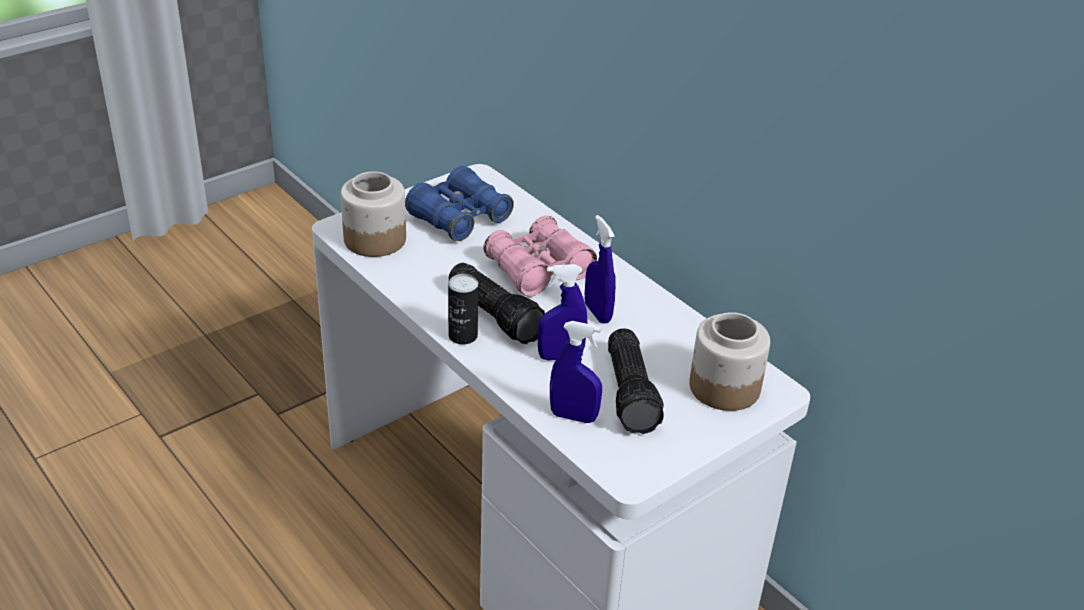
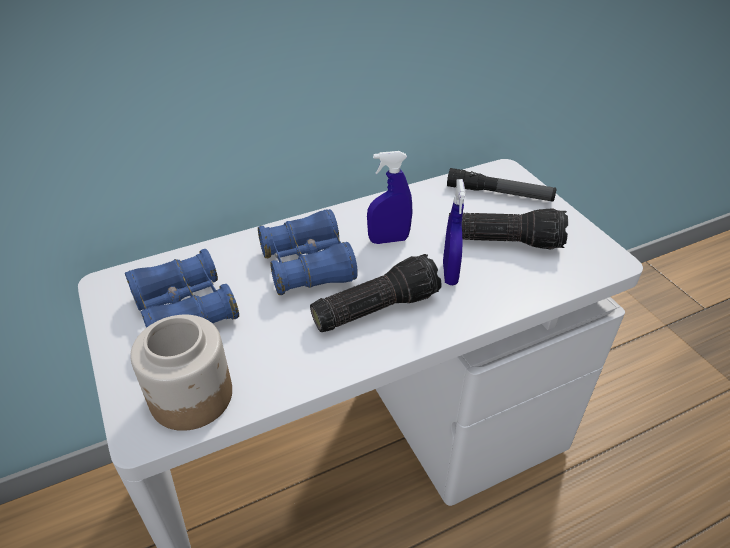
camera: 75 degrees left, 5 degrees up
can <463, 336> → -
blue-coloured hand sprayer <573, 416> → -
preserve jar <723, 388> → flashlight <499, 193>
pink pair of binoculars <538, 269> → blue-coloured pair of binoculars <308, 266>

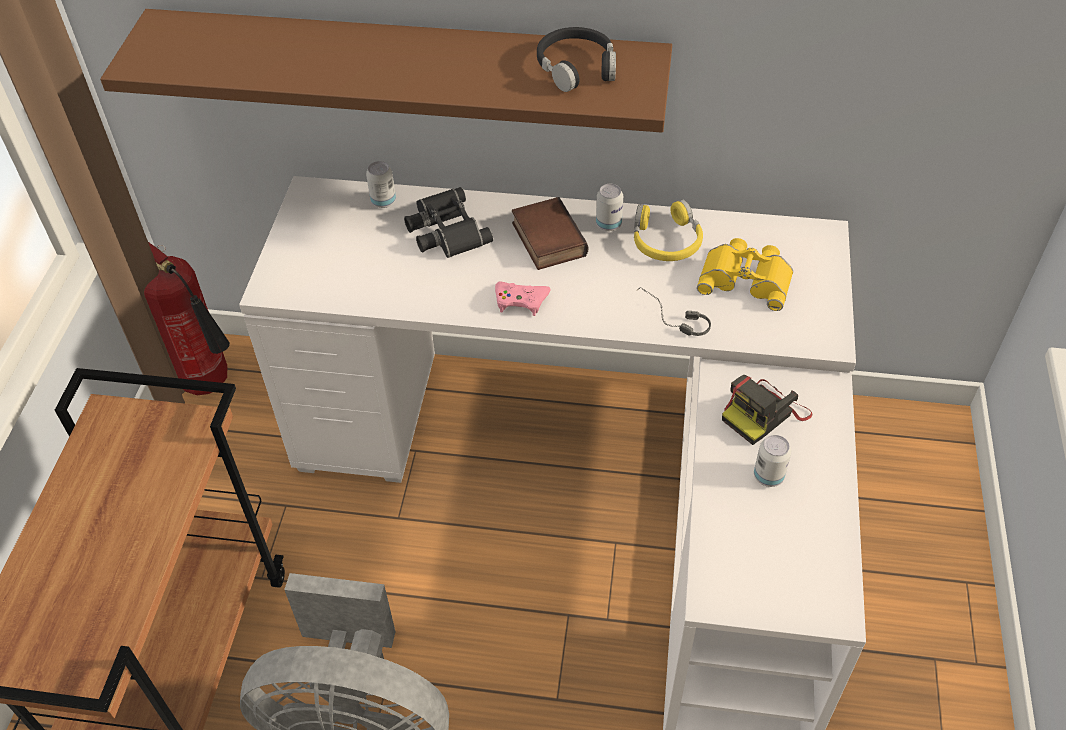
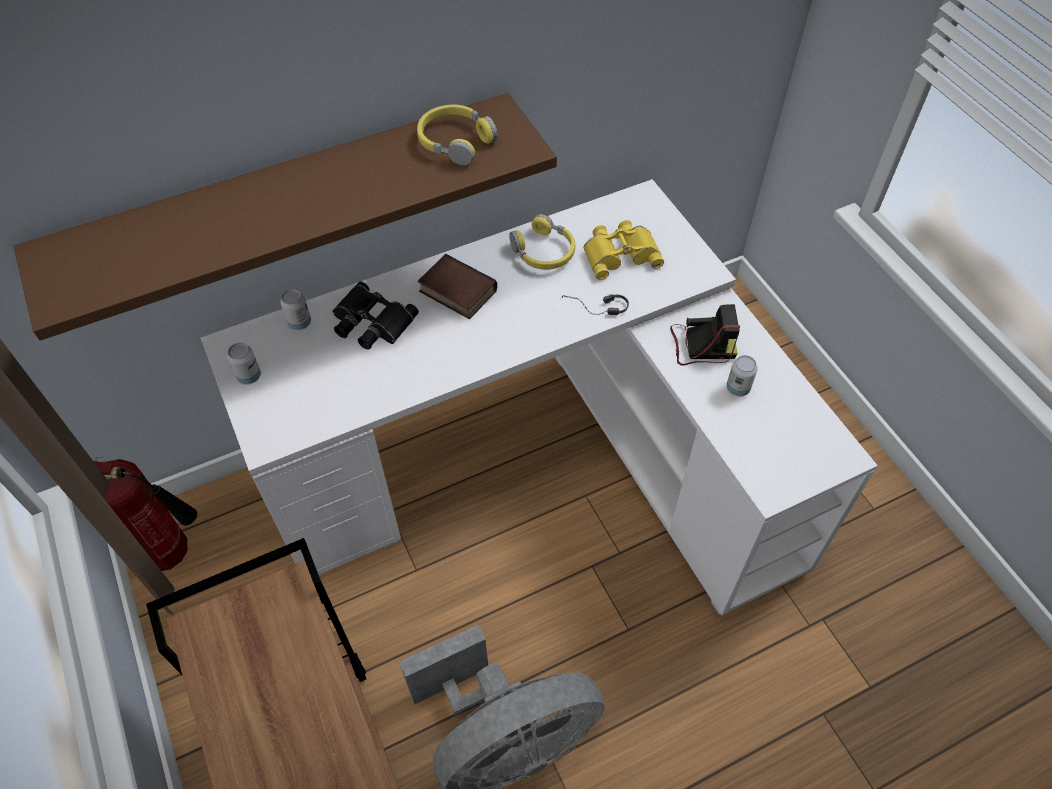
camera: 35 degrees left, 5 degrees up
pink gamepad <520, 301> → -
can <608, 225> → can <249, 376>, relocated
black headset <576, 67> → yellowish headset <455, 141>
still camera <764, 413> → still camera <701, 345>, 105 degrees counterclockwise

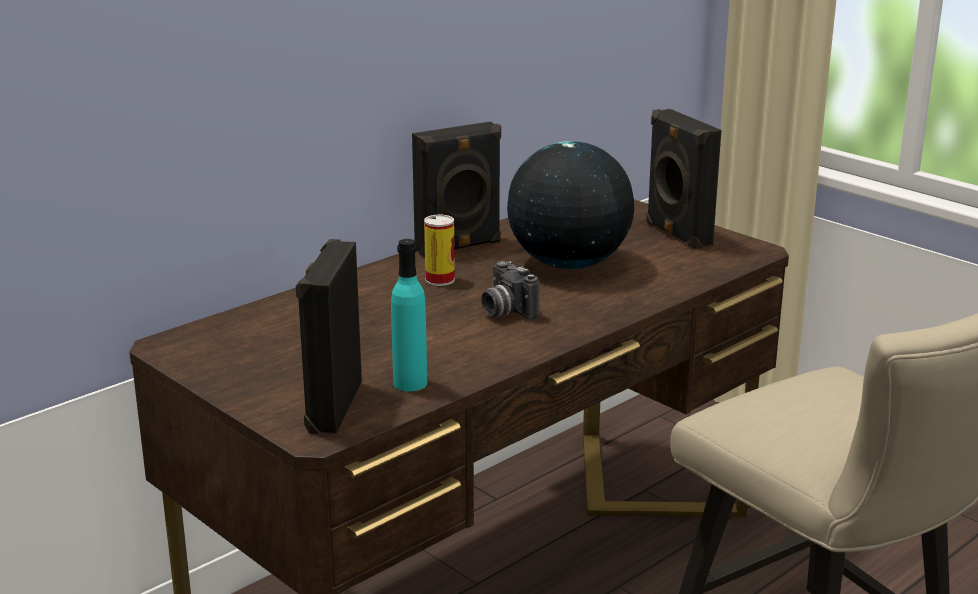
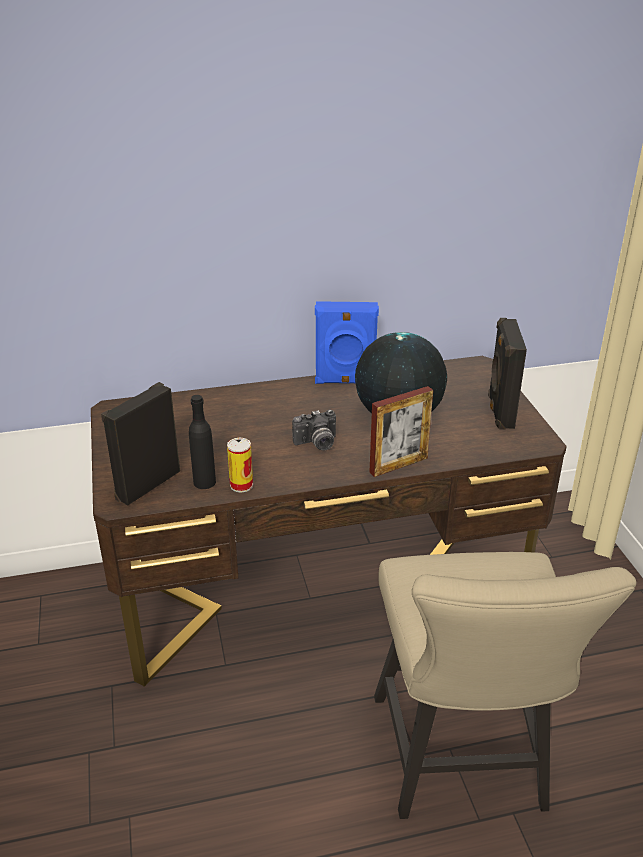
camera: 30 degrees right, 10 degrees up
- → picture frame <398, 465>
can <440, 280> → can <241, 485>, relocated
turquoise beverage bottle <410, 383> → black beverage bottle <204, 482>
black speaker <459, 247> → blue-coloured speaker <345, 381>
still camera <505, 311> → still camera <317, 444>, 105 degrees counterclockwise

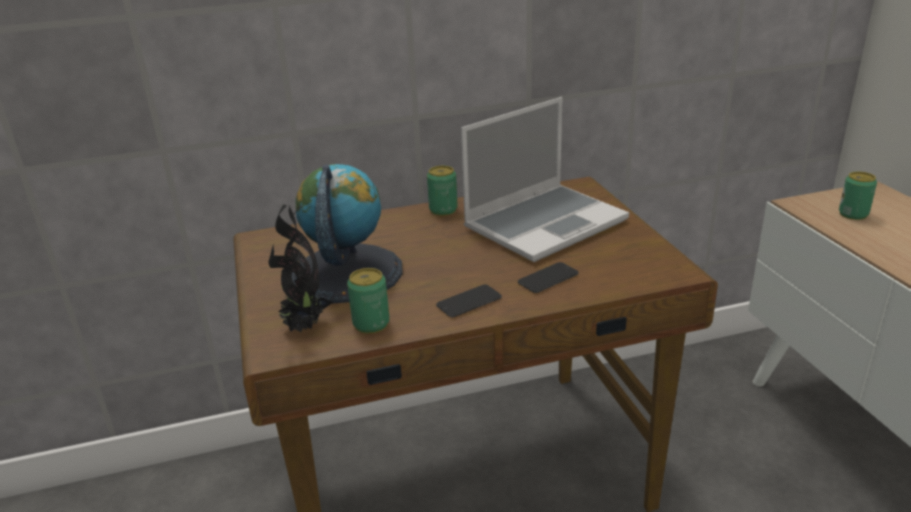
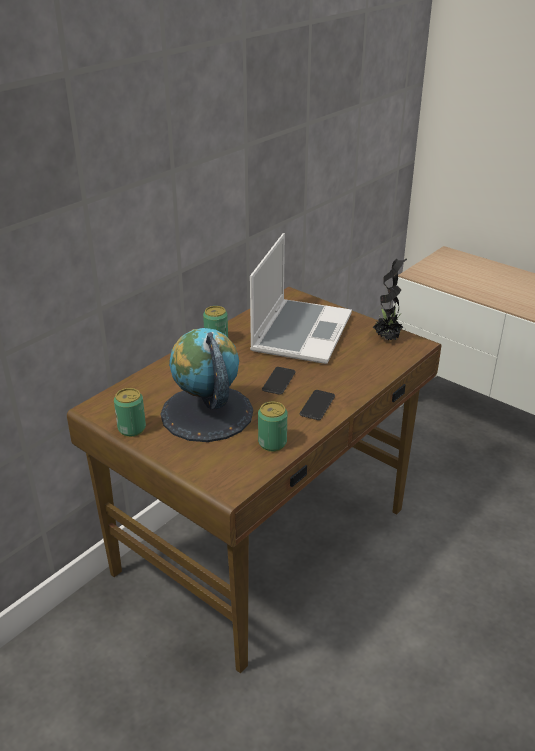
camera: 35 degrees left, 5 degrees up
plant in a pot <304, 327> → plant in a pot <388, 338>, relocated
phone <548, 278> → phone <279, 381>, relocated
can <853, 214> → can <132, 429>, relocated

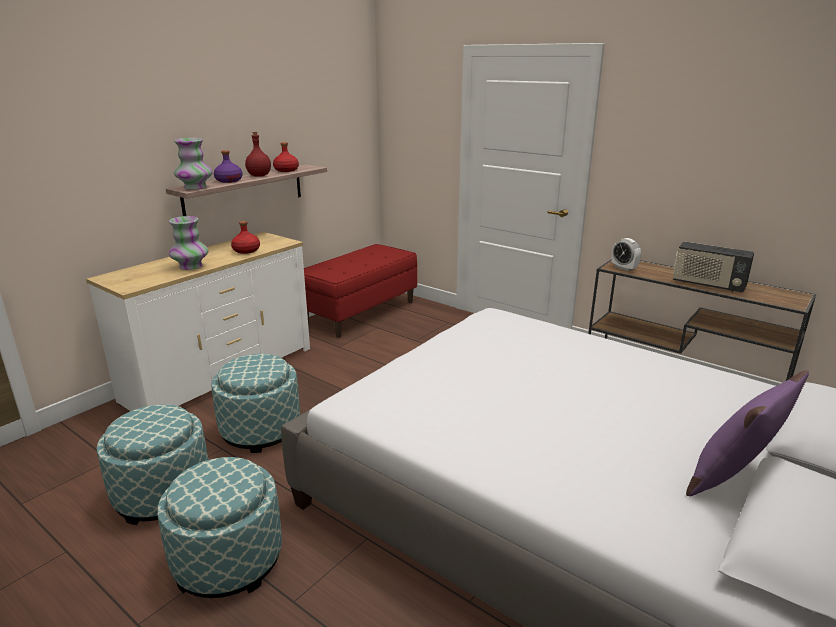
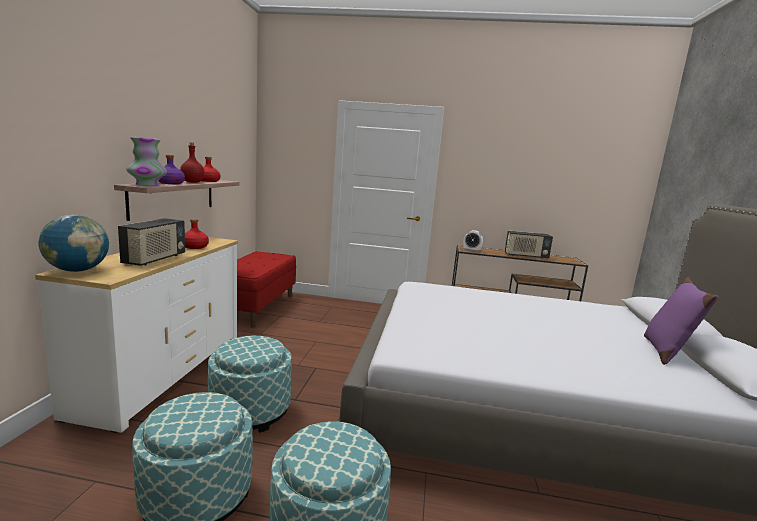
camera: 30 degrees left, 10 degrees down
- → world globe <77, 270>
vase <191, 266> → radio receiver <155, 259>

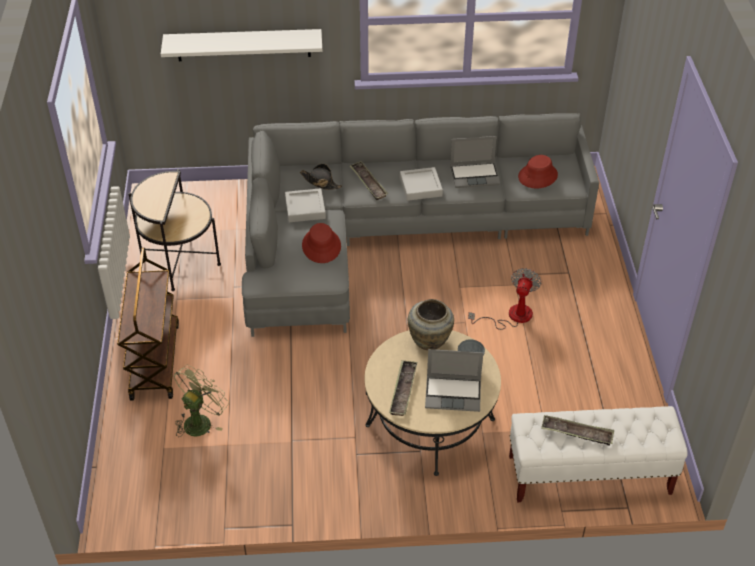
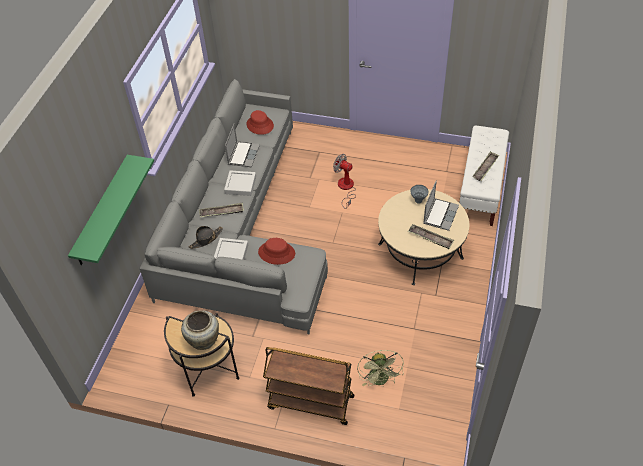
camera: 70 degrees left, 5 degrees up
beige vase <430, 340> → beige vase <204, 340>, relocated
white wall shelf <243, 45> → green-coloured wall shelf <102, 211>
green-coloured cooling fan <200, 421> → green-coloured cooling fan <380, 380>, 150 degrees counterclockwise

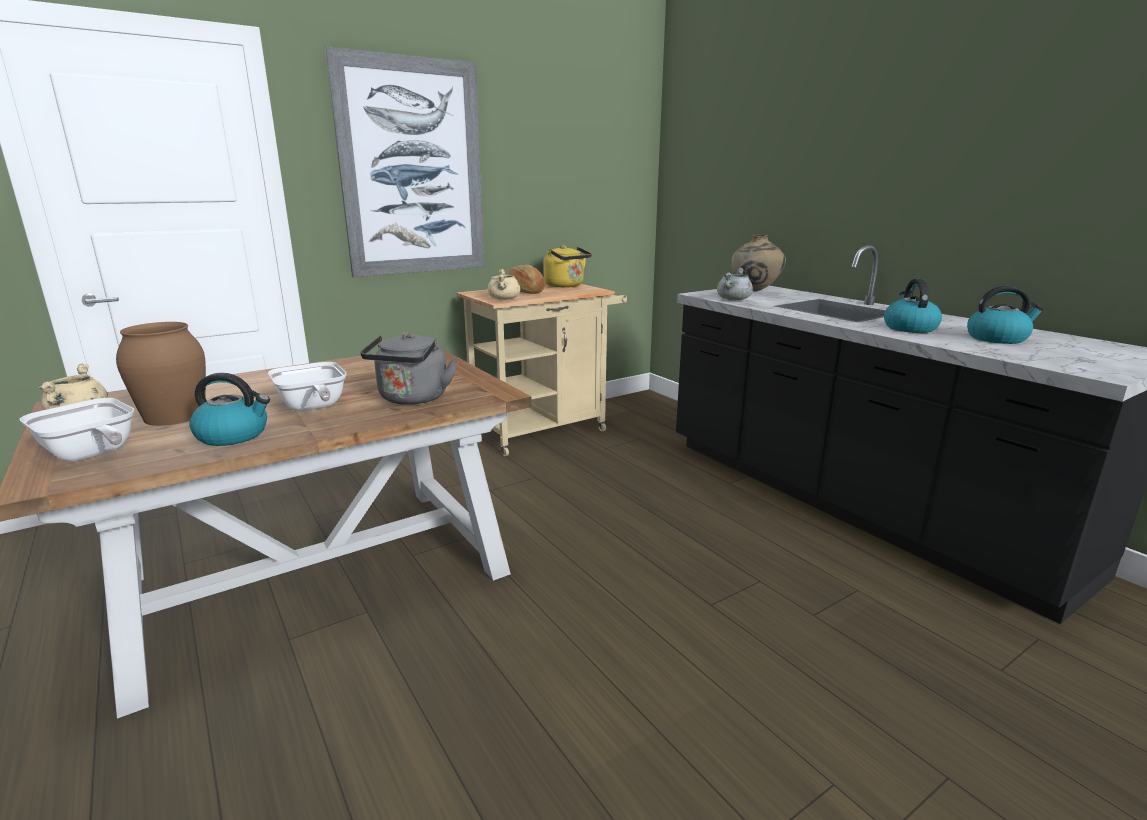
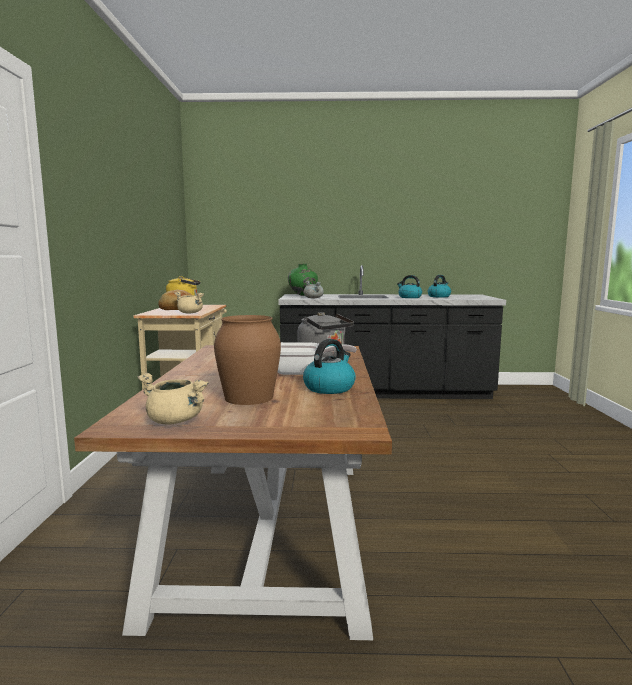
camera: 55 degrees left, 10 degrees down
pan <91, 455> → -
picture <413, 169> → -
beige vase <755, 291> → green-coloured vase <303, 295>

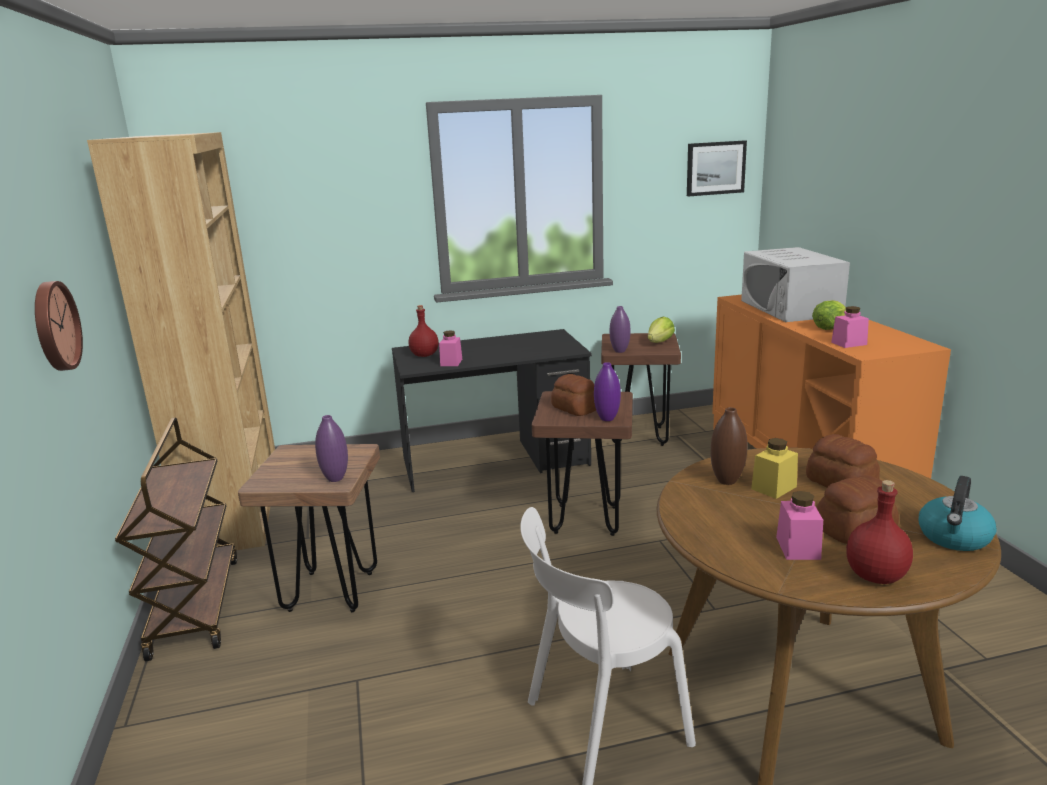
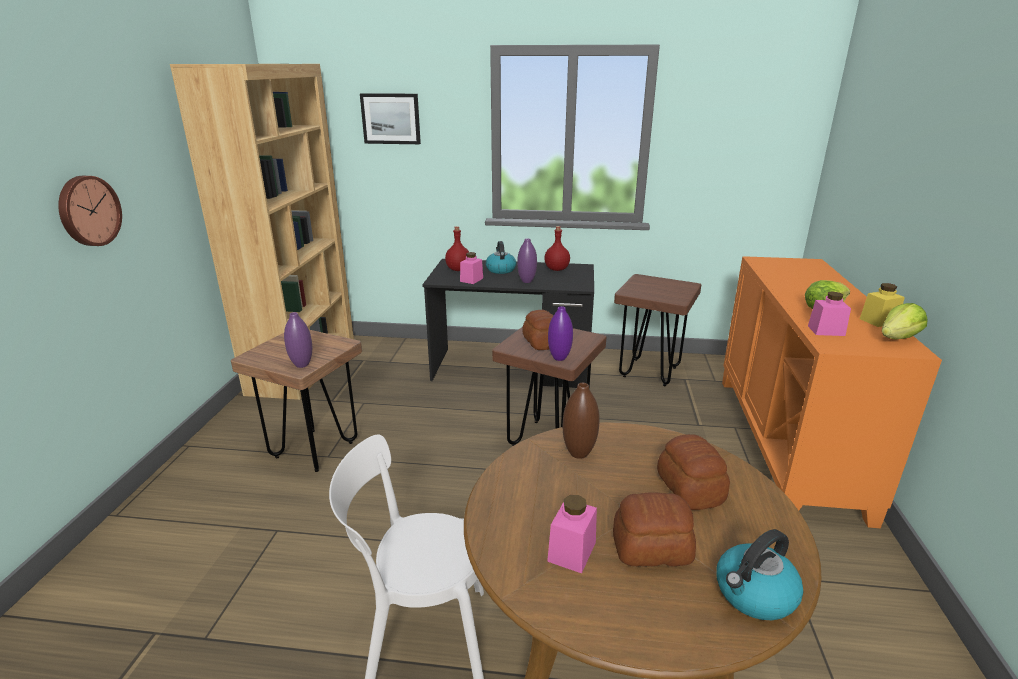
camera: 20 degrees right, 5 degrees up
brown trolley <194, 605> → -
white microwave <790, 308> → -
- → water kettle <500, 269>
purple-coloured vase <620, 351> → purple-coloured vase <526, 281>, relocated
head of lettuce <659, 342> → head of lettuce <897, 338>, relocated
picture <715, 168> → picture <391, 118>, relocated
yellowish preserve jar <773, 488> → yellowish preserve jar <878, 321>, relocated
red beverage bottle <875, 576> → red beverage bottle <556, 269>, relocated

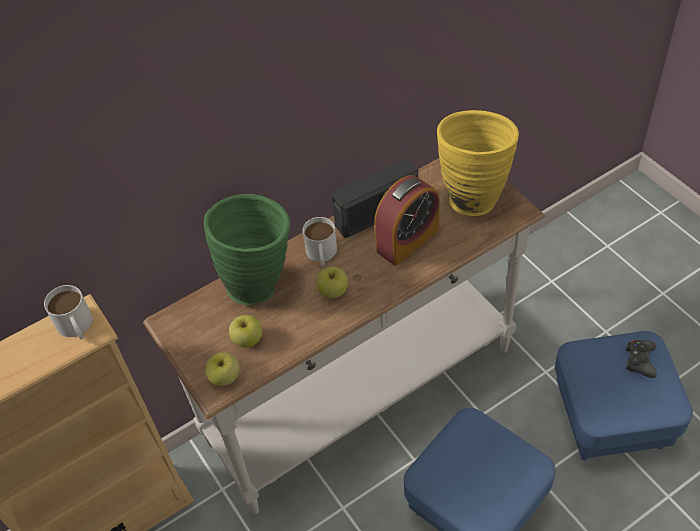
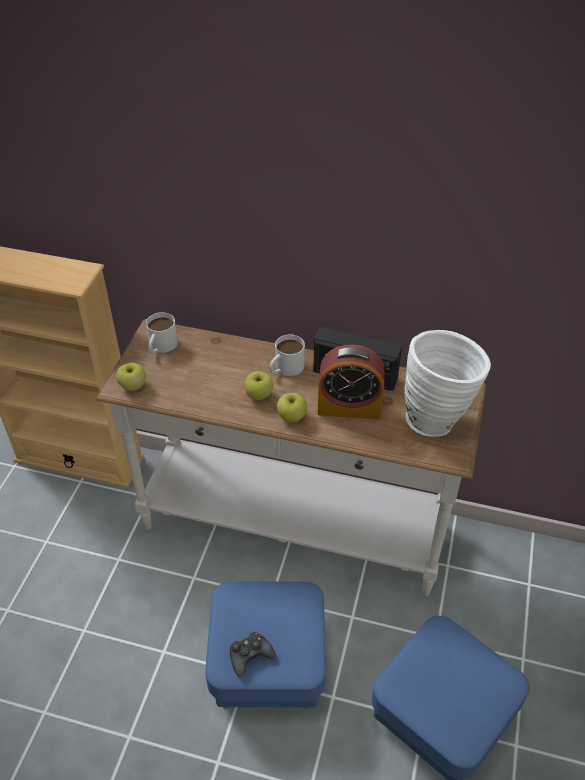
camera: 45 degrees right, 5 degrees down
green-coloured vase <260, 282> → -
white tea mug <76, 327> → white tea mug <160, 347>, relocated
apple <247, 339> → apple <292, 416>, relocated
black gamepad <640, 361> → black gamepad <250, 656>, relocated
yellowish vase <472, 195> → white vase <437, 418>

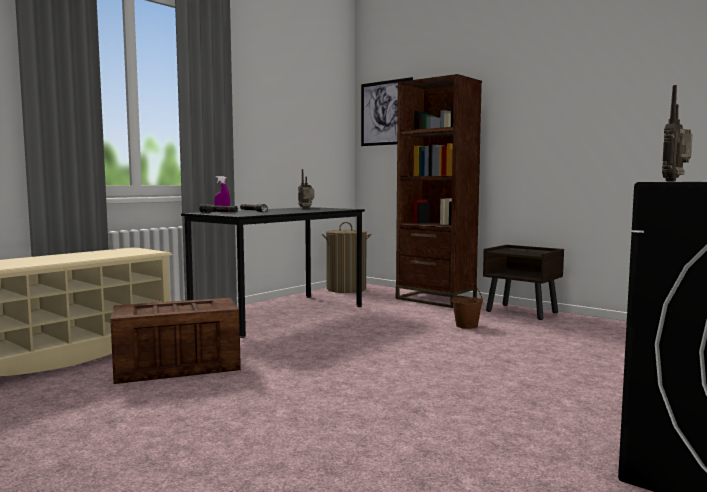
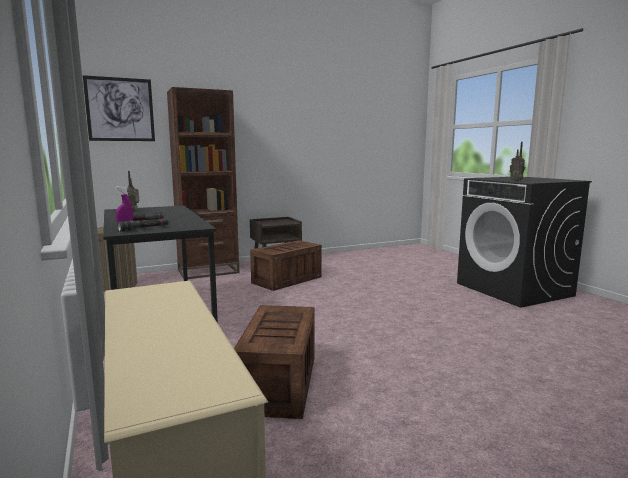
camera: 65 degrees left, 5 degrees up
brown water bucket <467, 326> → packing crate <287, 279>

